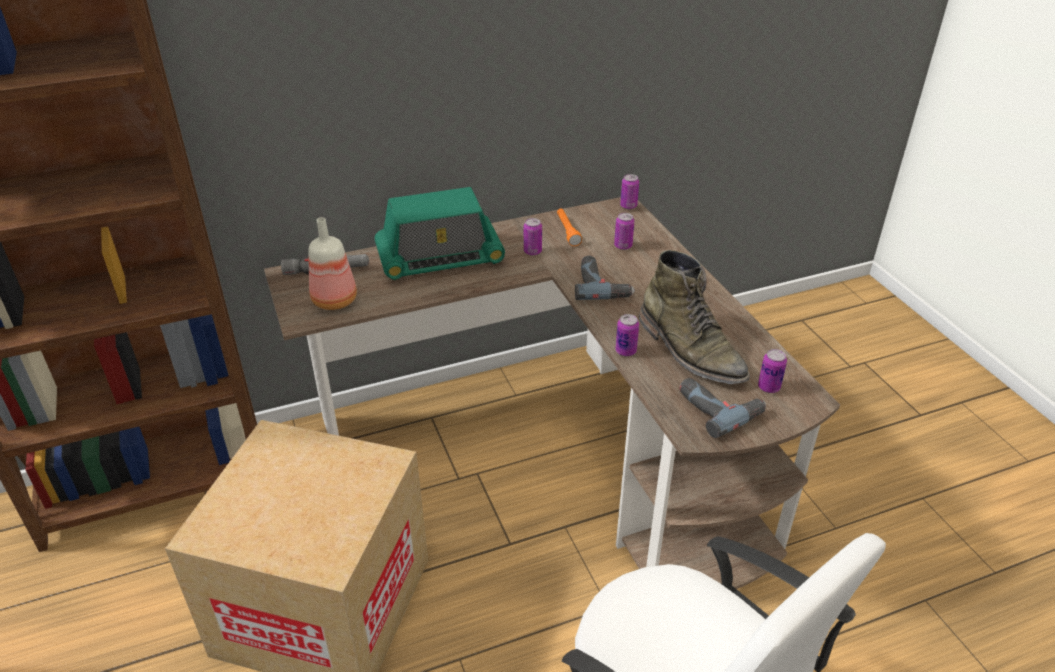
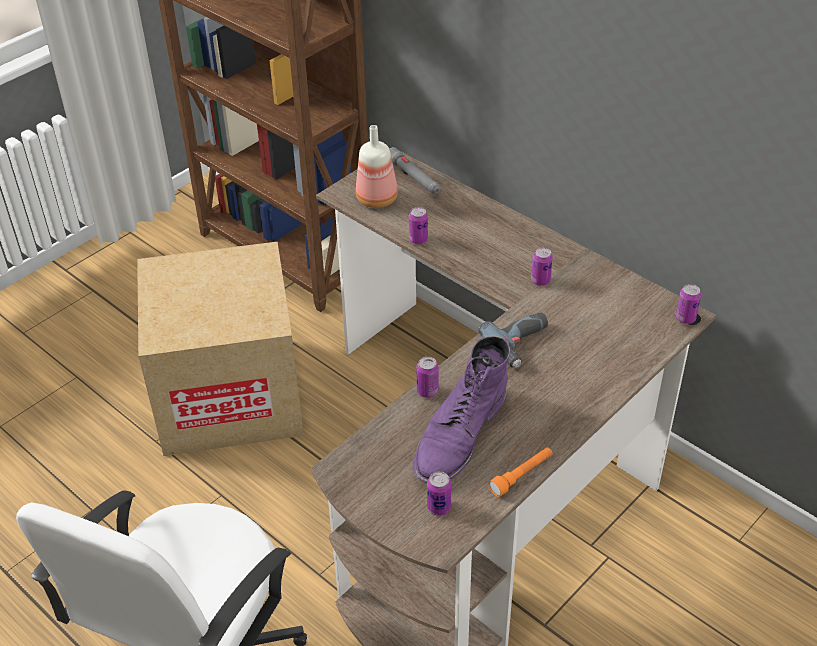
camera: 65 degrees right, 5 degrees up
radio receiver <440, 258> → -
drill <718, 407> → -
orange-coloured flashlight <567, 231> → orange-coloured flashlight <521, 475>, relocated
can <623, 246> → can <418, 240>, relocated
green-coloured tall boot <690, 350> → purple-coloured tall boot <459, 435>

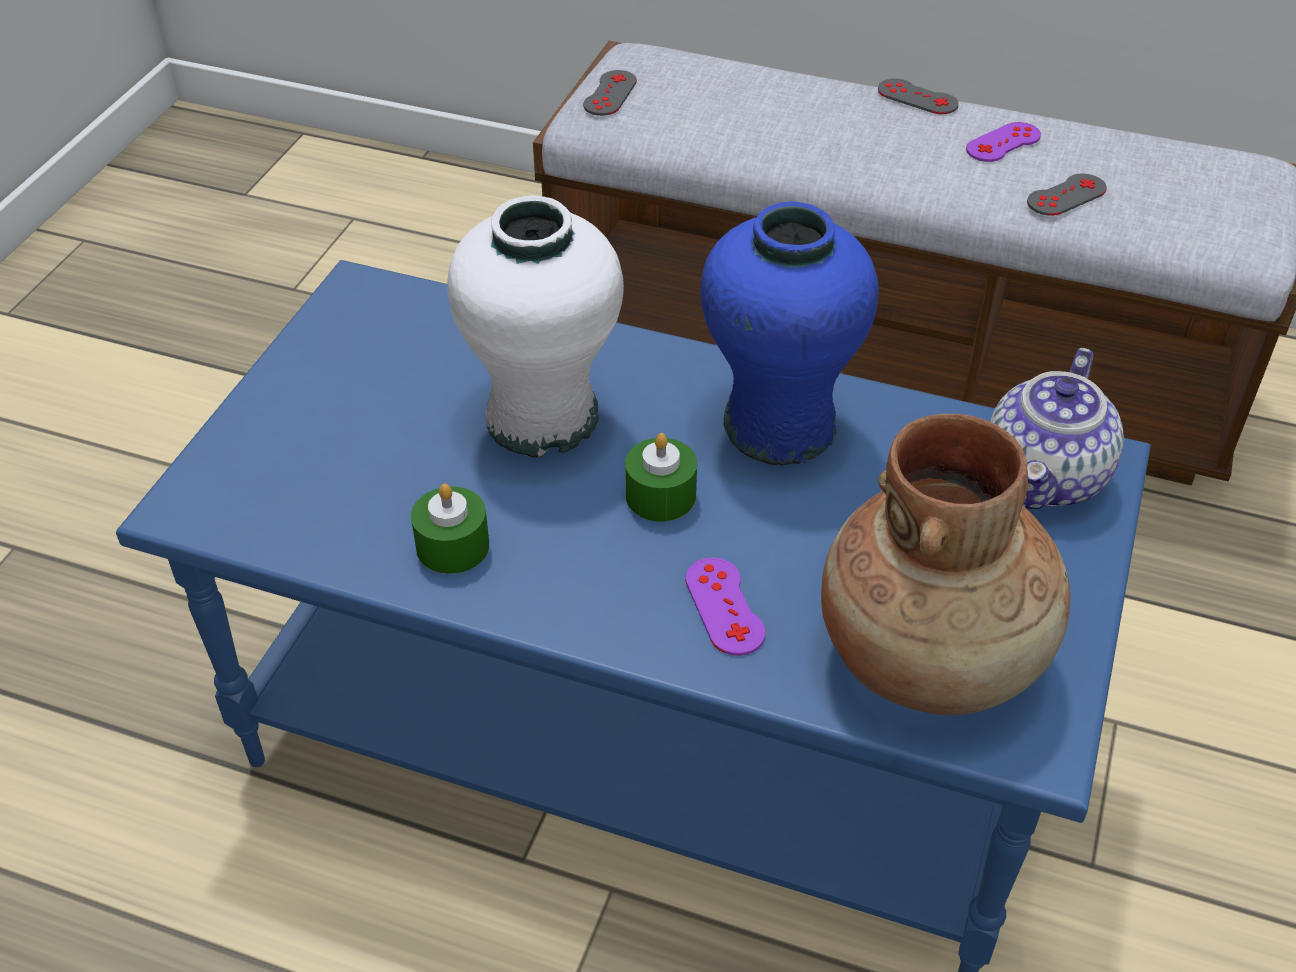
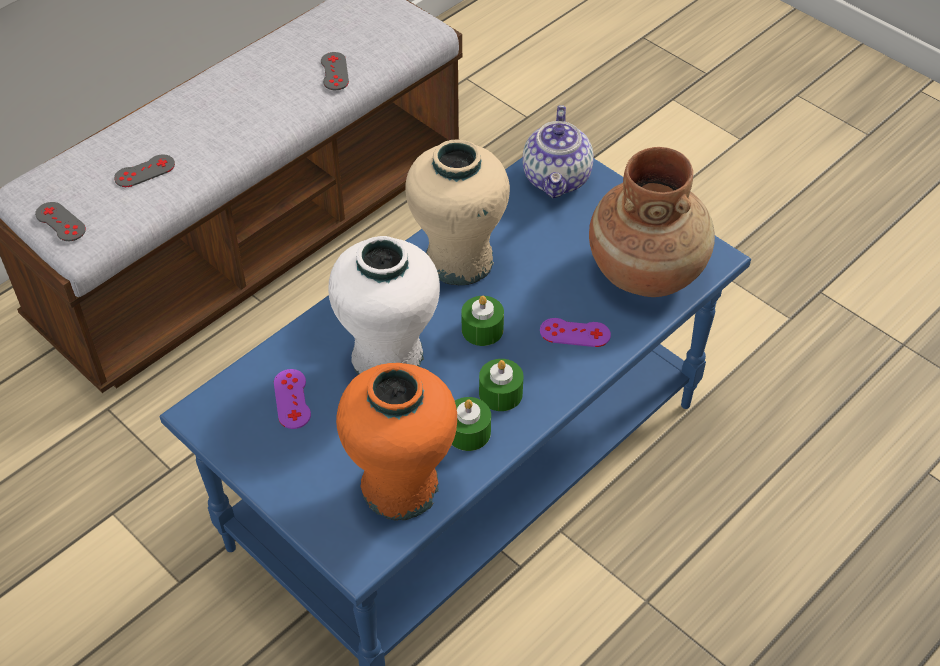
camera: 65 degrees left, 5 degrees up
- → orange-coloured vase <400, 486>
- → green-coloured wax candle <500, 393>
gray gamepad <917, 97> → gray gamepad <144, 171>, relocated
purple-coloured gamepad <1003, 143> → purple-coloured gamepad <292, 399>, relocated
blue-coloured vase <779, 426> → beige vase <459, 261>
tea pot <1046, 478> → tea pot <557, 179>, 45 degrees clockwise

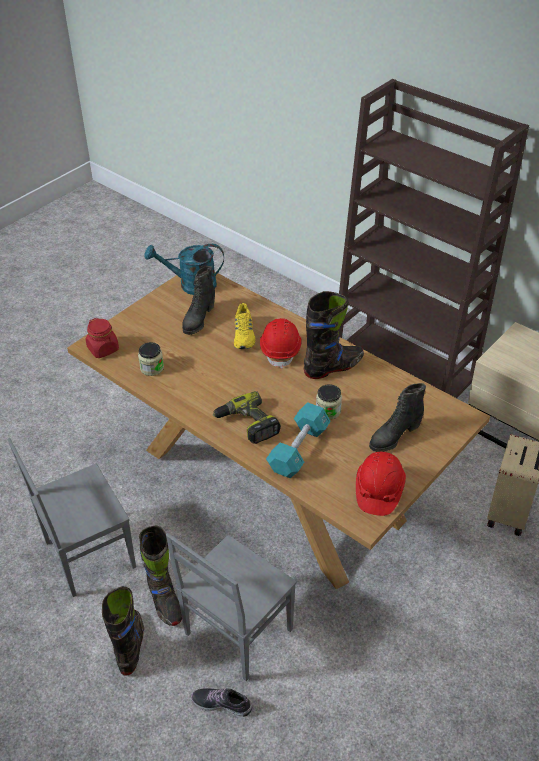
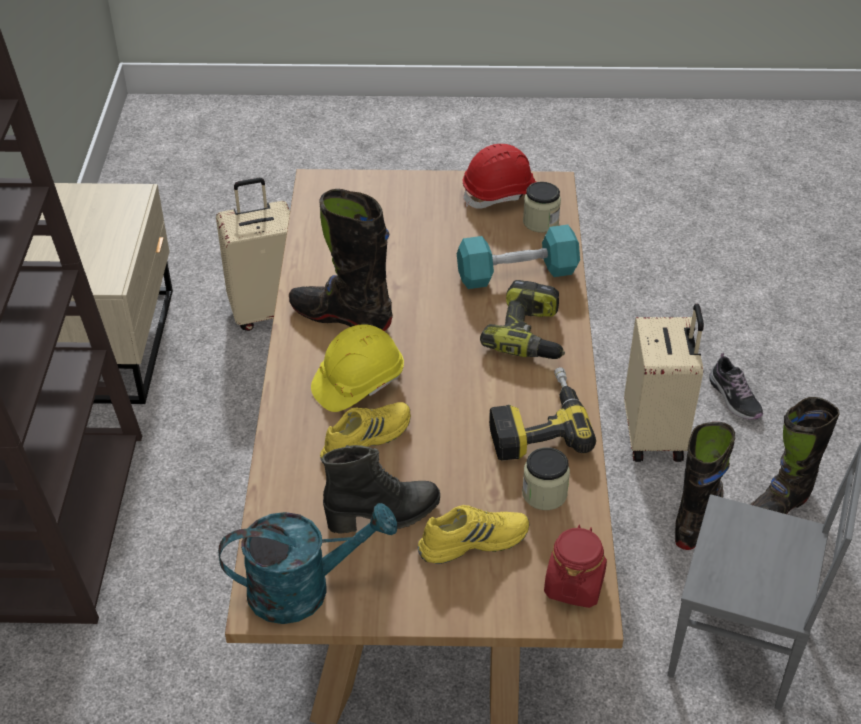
camera: 130 degrees left, 0 degrees up
black tall boot <394, 436> → -
- → yellowish item of footwear <473, 540>
- → drill <536, 424>
preserve jar <328, 411> → preserve jar <540, 222>, relocated
gray plain chair <236, 632> → beige travel case <655, 435>
red work helmet <281, 349> → yellowish work helmet <358, 383>
turquoise watering can <191, 285> → turquoise watering can <304, 589>, 60 degrees counterclockwise

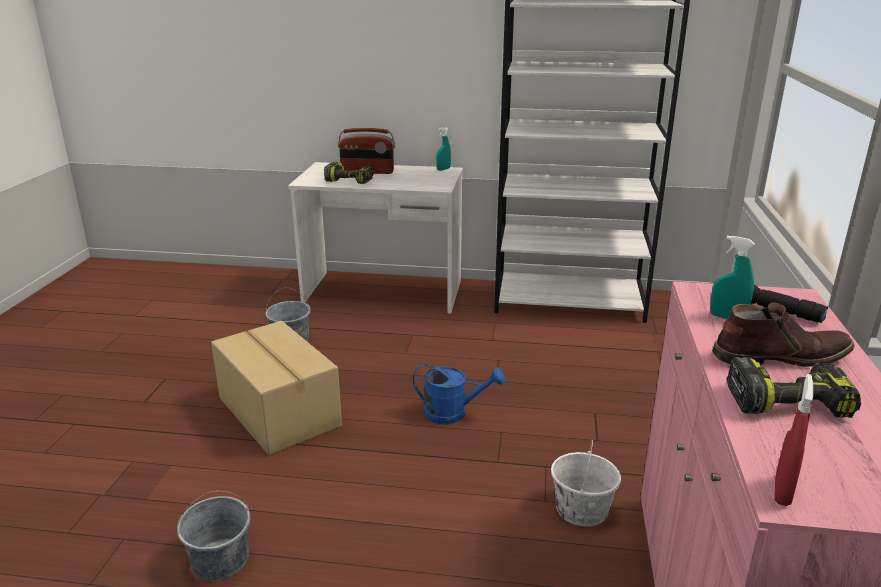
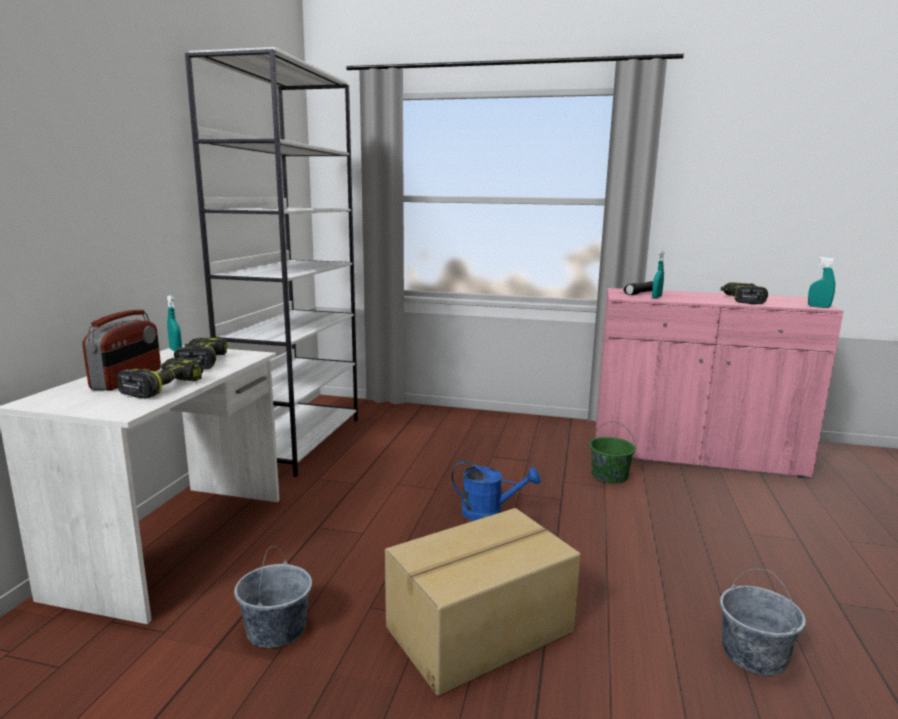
camera: 85 degrees left, 10 degrees down
brown tall boot <779, 356> → -
- → drill <201, 362>
white water bucket <581, 509> → green-coloured water bucket <609, 475>
red hand sprayer <782, 492> → turquoise hand sprayer <818, 307>
blue-coloured watering can <453, 413> → blue-coloured watering can <489, 512>, 90 degrees clockwise

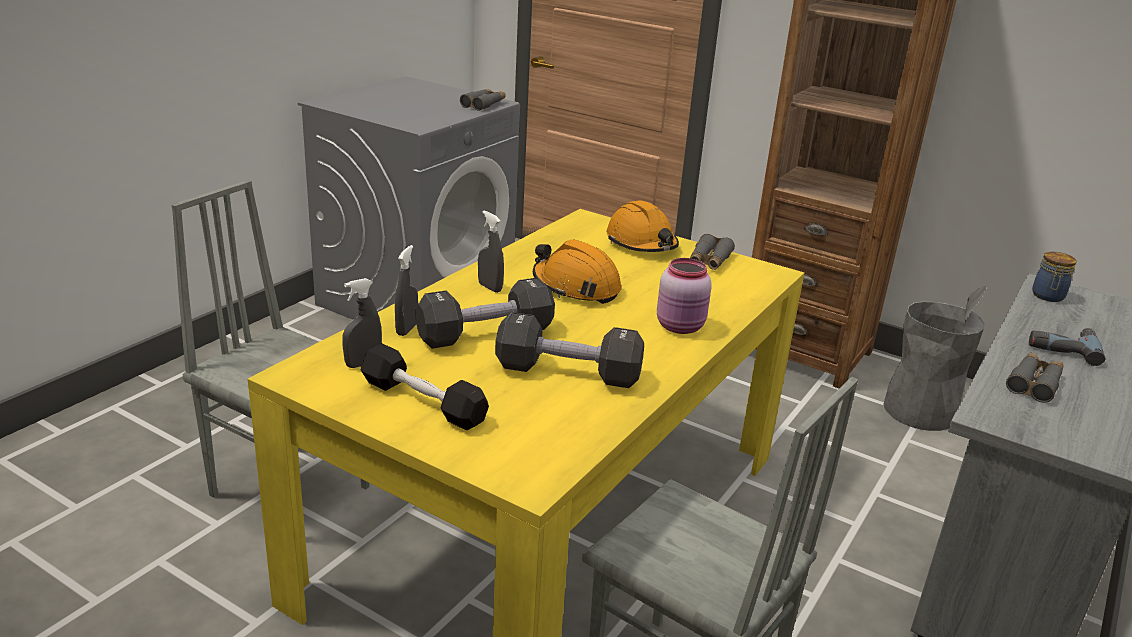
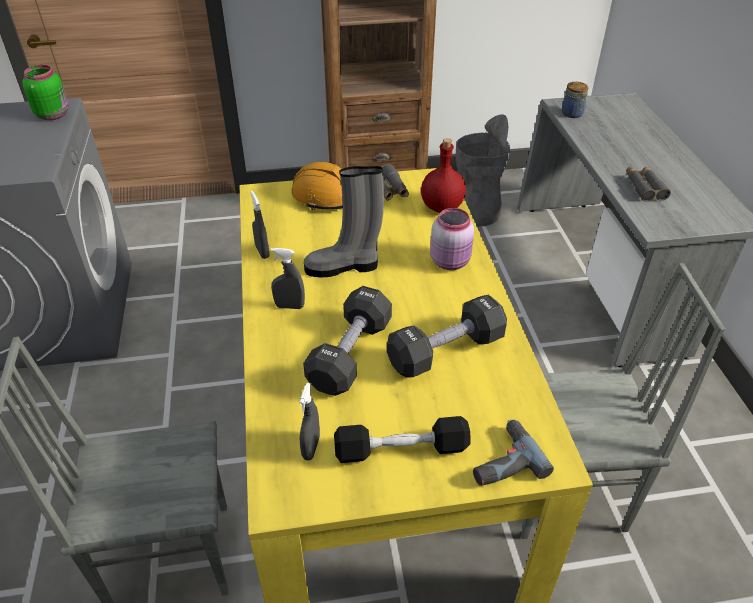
camera: 40 degrees left, 15 degrees up
- → red beverage bottle <442, 208>
gray hand sprayer <407, 329> → gray hand sprayer <262, 252>, relocated
drill <1062, 347> → drill <502, 460>, relocated
gray pair of binoculars <483, 104> → green-coloured preserve jar <53, 114>
orange-coloured work helmet <576, 287> → gray tall boot <344, 267>

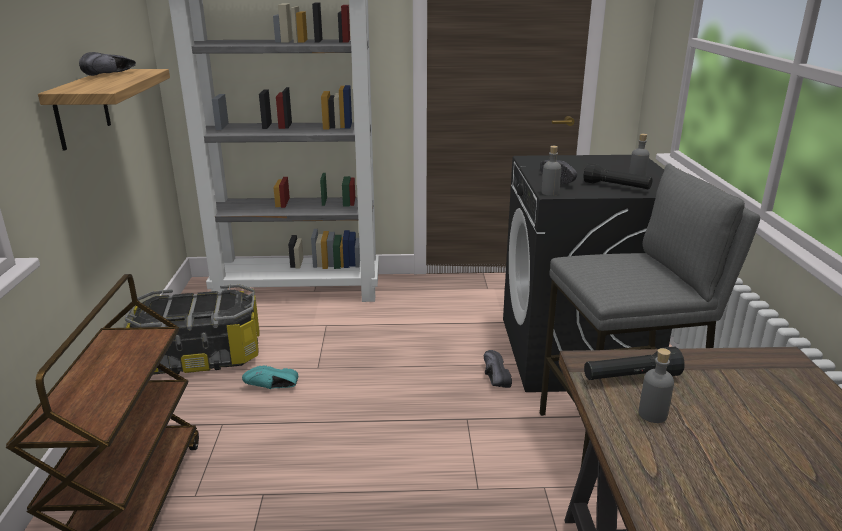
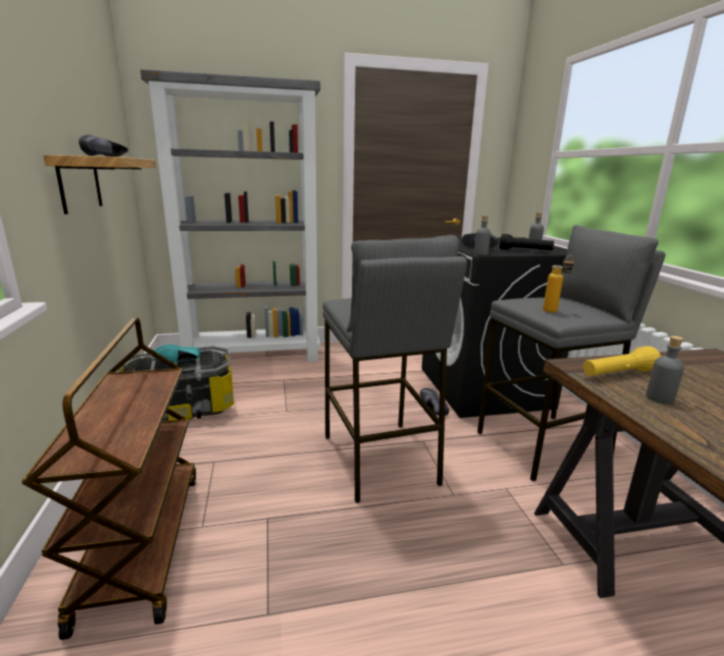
camera: 10 degrees left, 5 degrees down
- → gray sitting stool <379, 459>
- → beverage bottle <554, 310>
turquoise item of footwear <272, 388> → turquoise item of footwear <178, 362>, relocated
black flashlight <630, 378> → yellowish flashlight <617, 374>

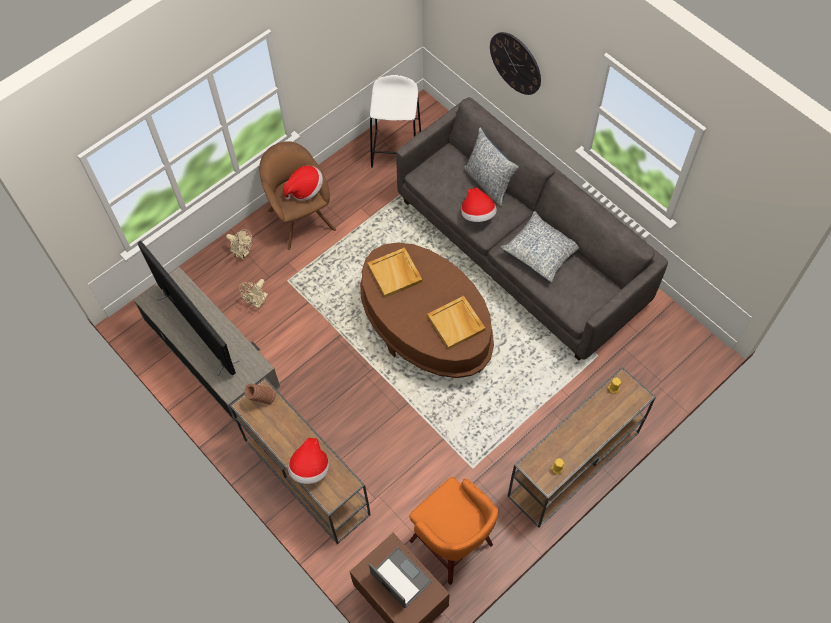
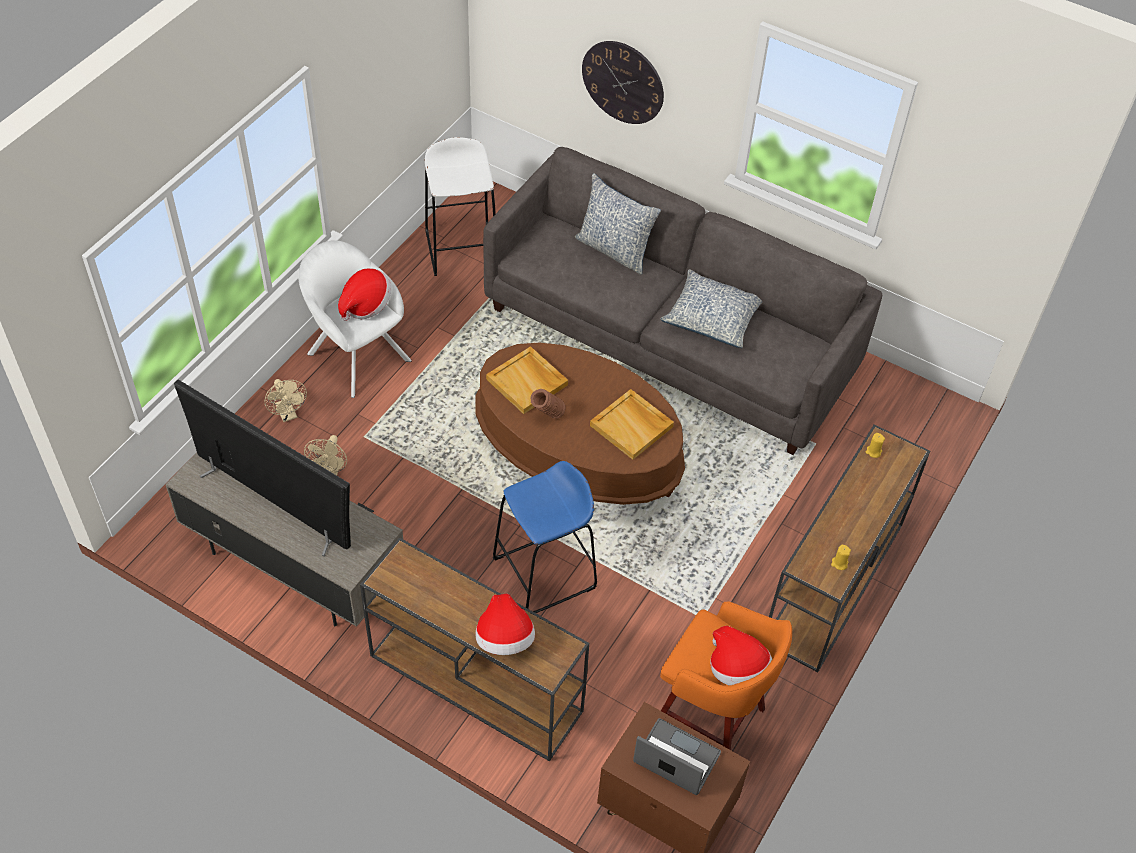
camera: 20 degrees left, 10 degrees down
- → blue-coloured sitting stool <545, 573>
brown vase <262, 400> → brown vase <547, 416>, relocated
wearable hat <478, 214> → wearable hat <737, 669>, relocated
brown lounge chair <300, 216> → white lounge chair <356, 353>
beige cooling fan <242, 253> → beige cooling fan <288, 414>, 45 degrees clockwise

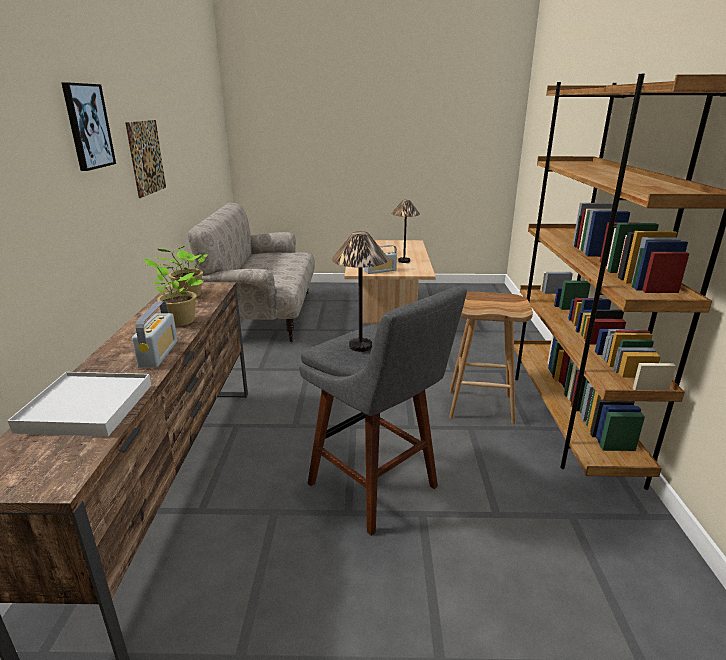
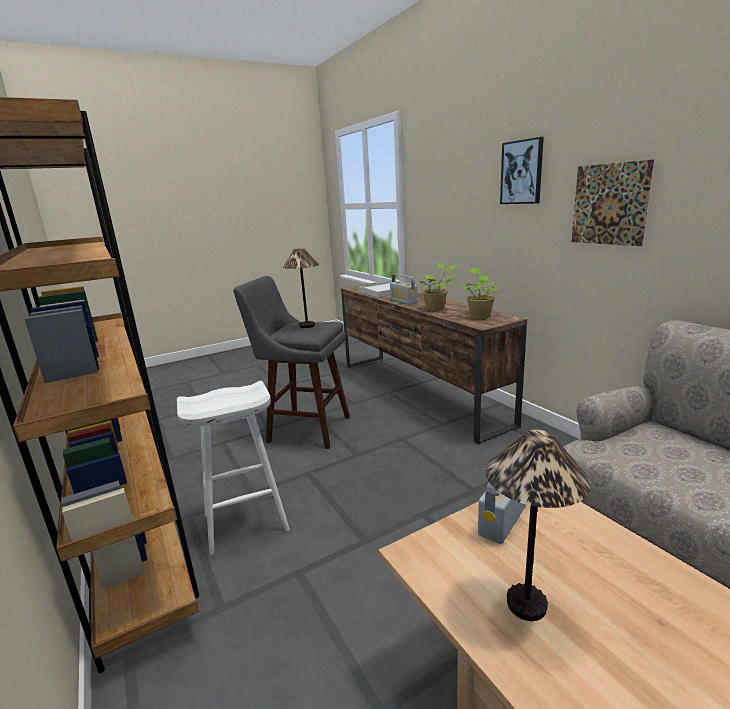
camera: 150 degrees right, 5 degrees down
brown sitting stool <481, 406> → white sitting stool <245, 523>

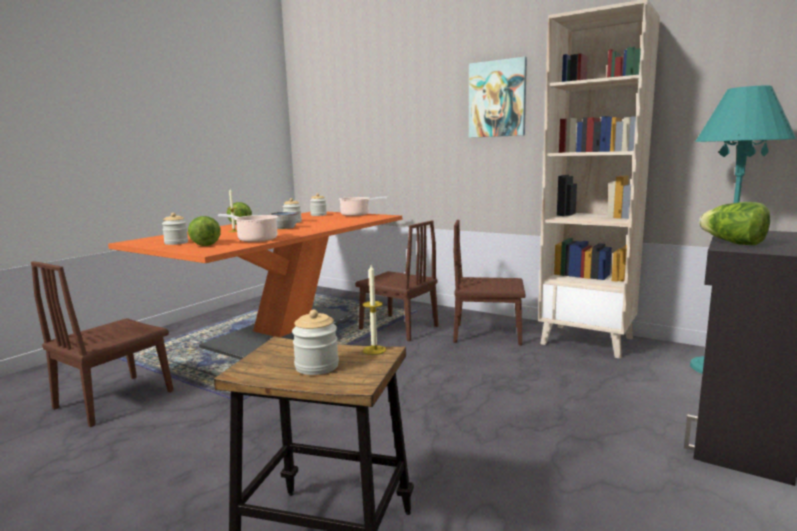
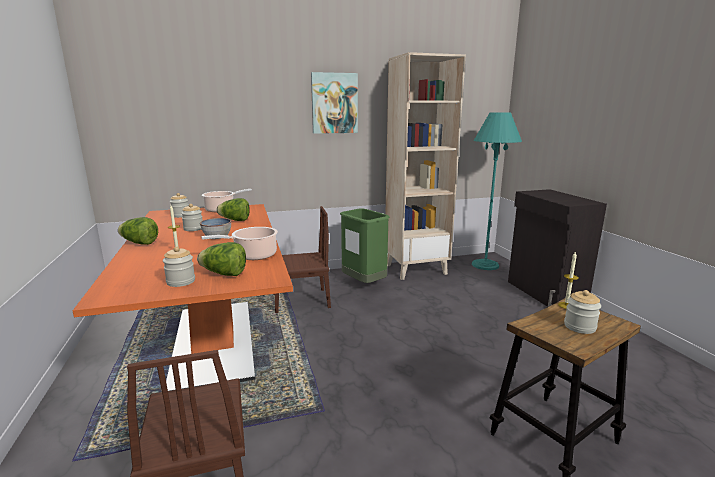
camera: 50 degrees left, 5 degrees up
head of lettuce <733, 243> → head of lettuce <235, 220>, relocated
brown plain chair <488, 334> → green-coloured rubbish bin <363, 284>

